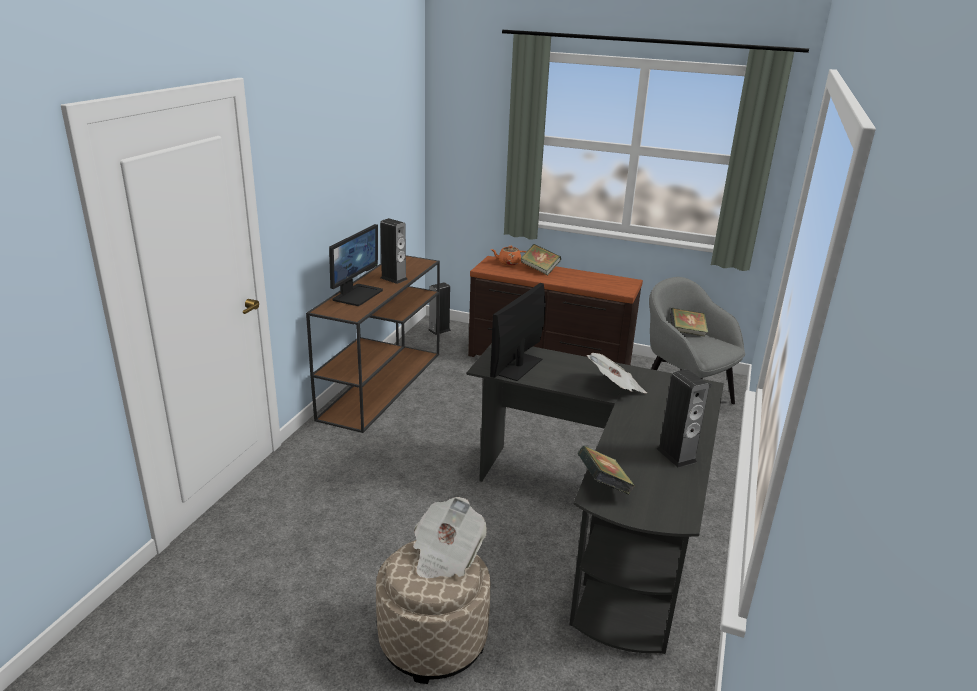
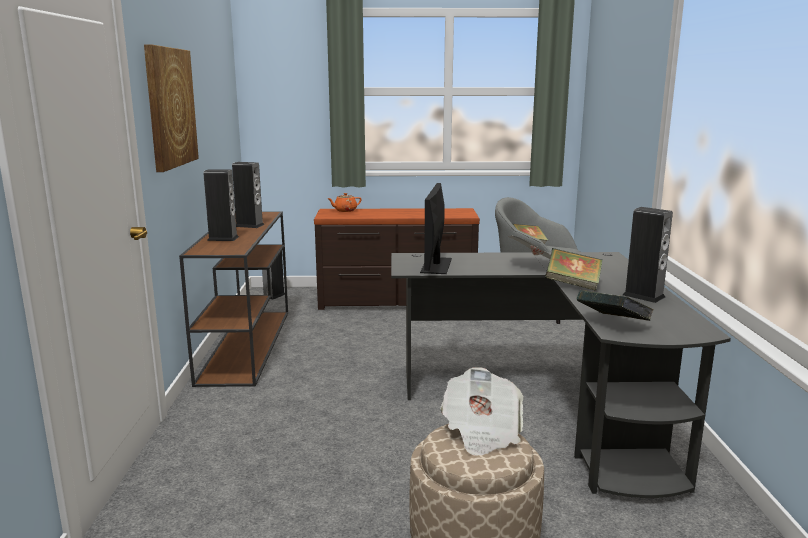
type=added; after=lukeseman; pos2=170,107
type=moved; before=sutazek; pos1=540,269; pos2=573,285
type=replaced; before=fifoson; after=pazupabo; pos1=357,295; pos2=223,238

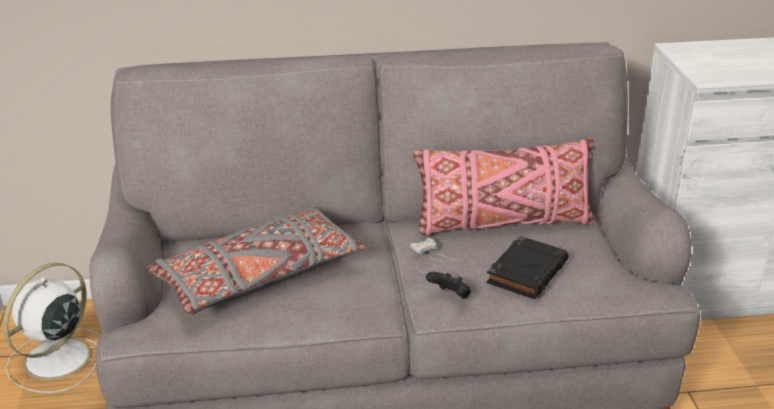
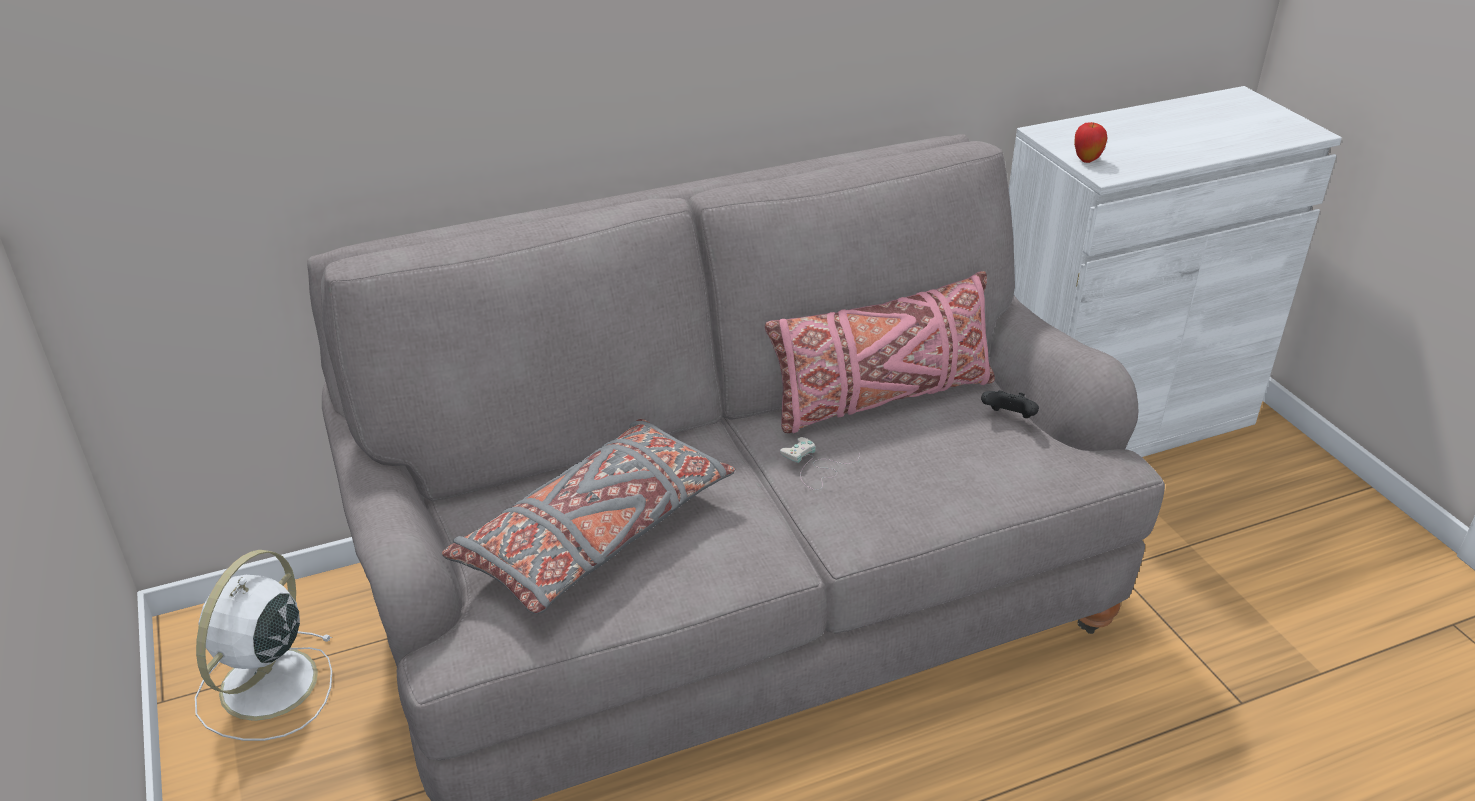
type=removed; before=black sutazek; pos1=527,272
type=added; after=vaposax; pos2=1087,160
type=moved; before=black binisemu; pos1=450,296; pos2=1008,418

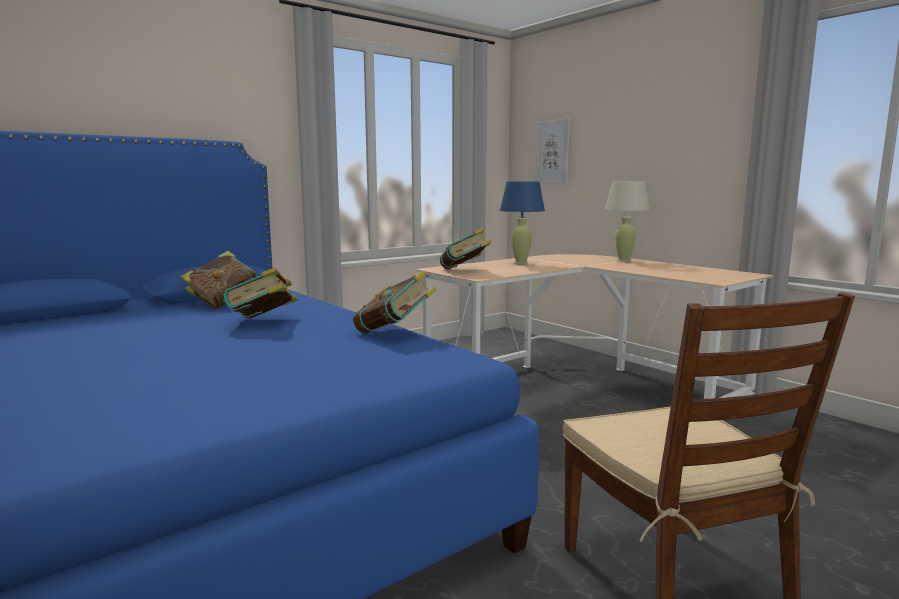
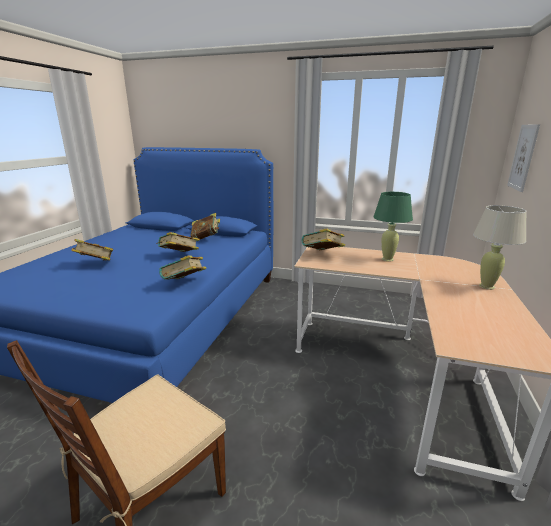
type=added; after=sutazek; pos2=95,265
type=recoloured; before=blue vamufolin; after=green vamufolin; pos1=521,263; pos2=387,259

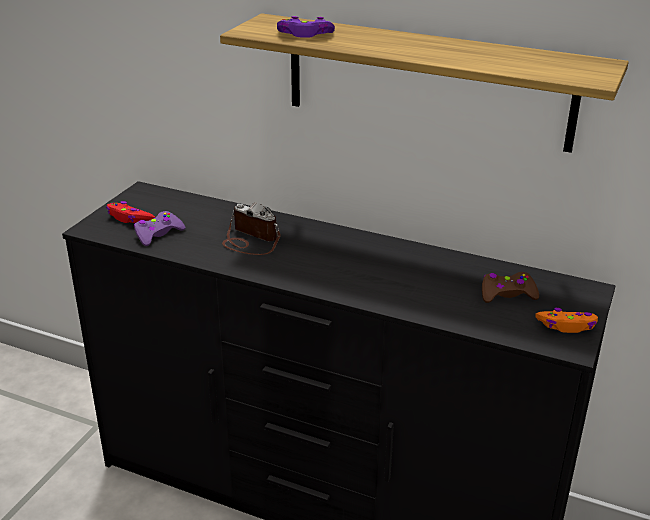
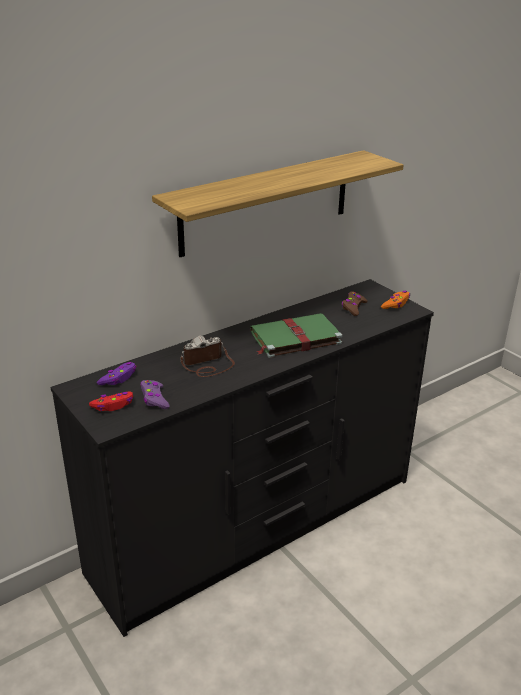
type=added; after=green sutazek; pos2=294,338
type=moved; before=purple binisemu; pos1=305,35; pos2=118,378

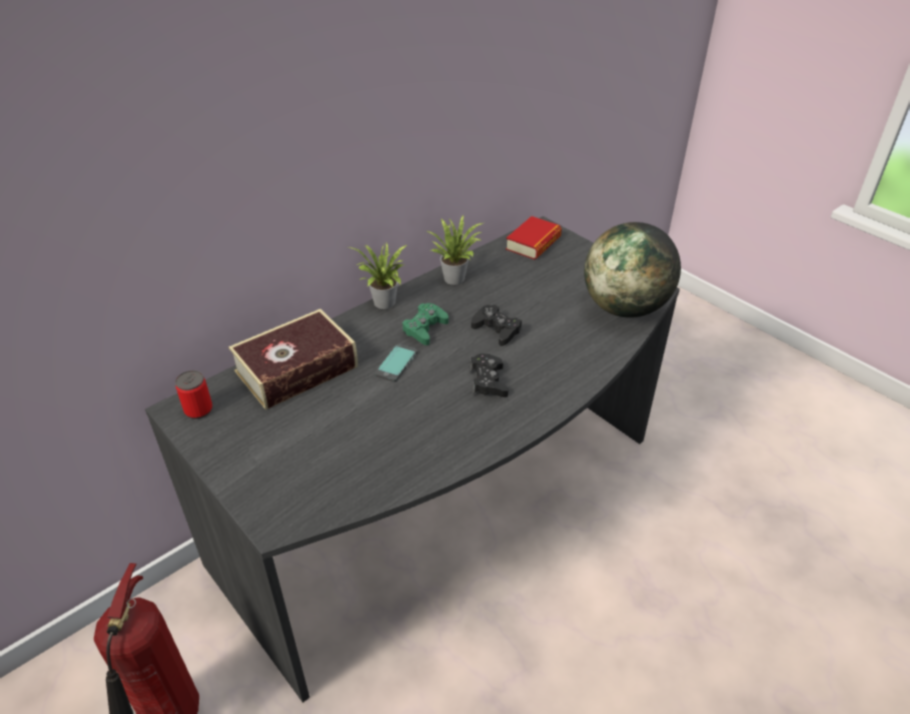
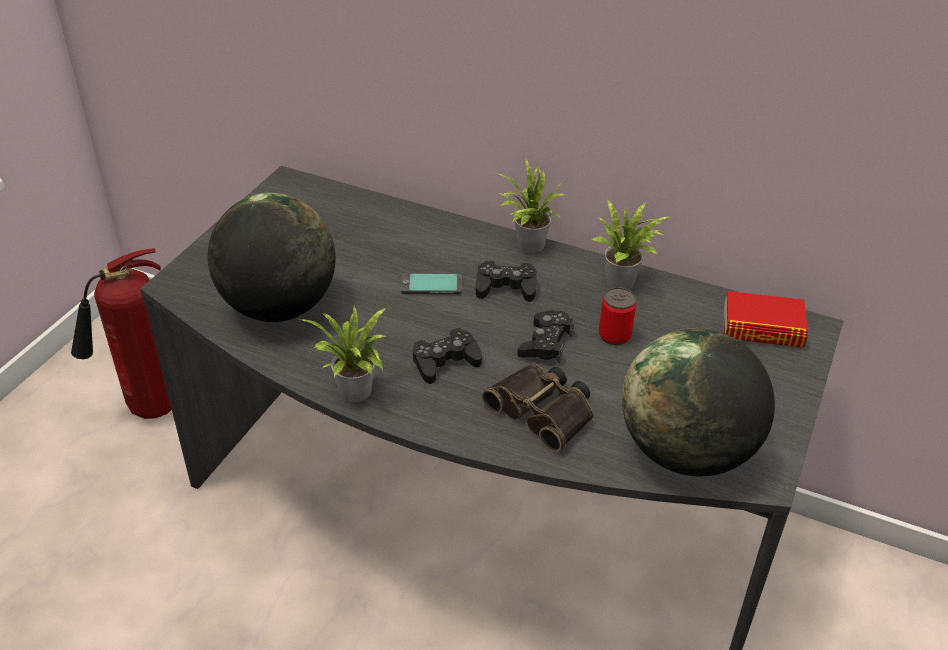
type=removed; before=sutazek; pos1=296,369
type=added; after=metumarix; pos2=279,307
type=added; after=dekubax; pos2=355,394
type=added; after=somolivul; pos2=543,411
type=moved; before=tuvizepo; pos1=198,410; pos2=614,335
type=recoloured; before=green binisemu; after=black binisemu; pos1=424,329; pos2=506,287

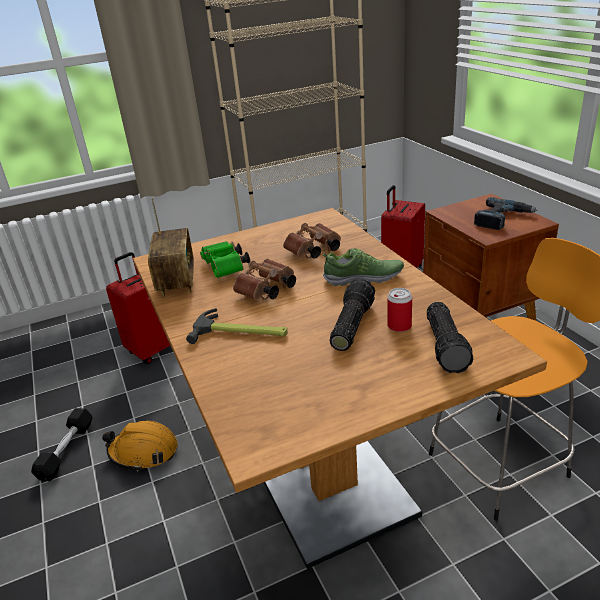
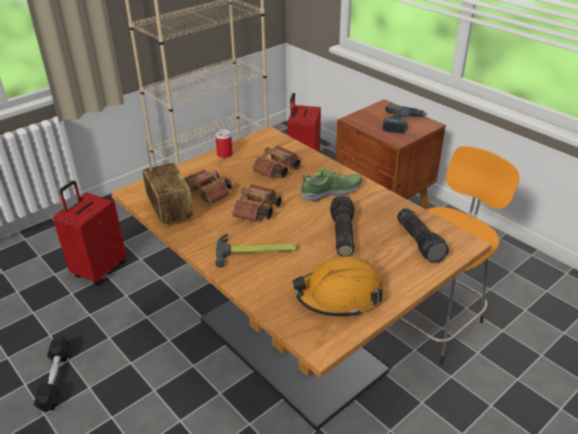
type=moved; before=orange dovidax; pos1=144,452; pos2=339,296
type=moved; before=tuvizepo; pos1=399,326; pos2=224,155
type=recoloured; before=green somolivul; after=brown somolivul; pos1=226,269; pos2=209,194

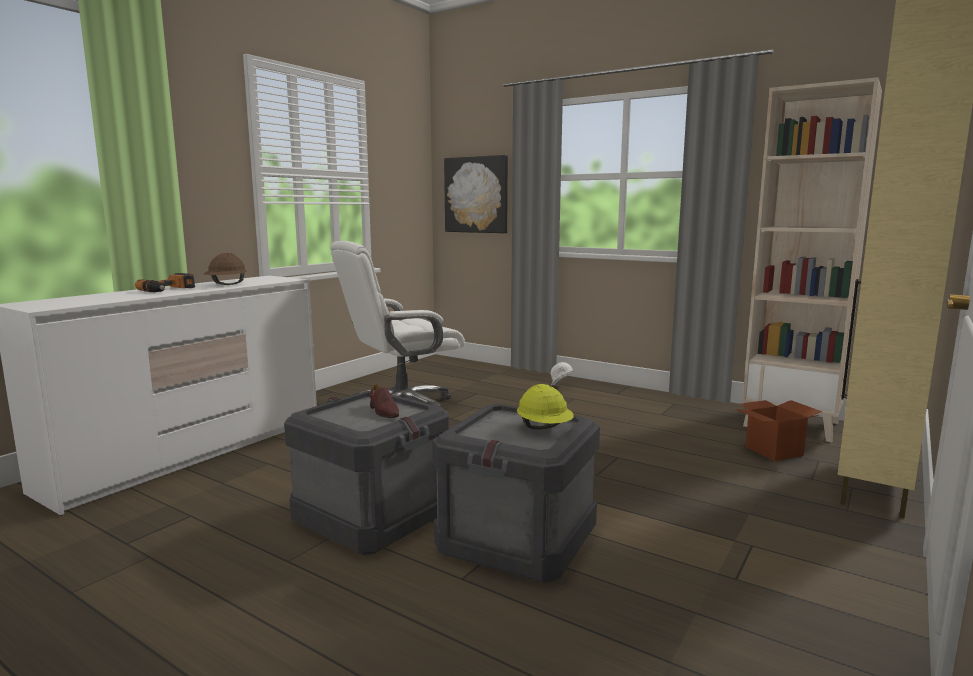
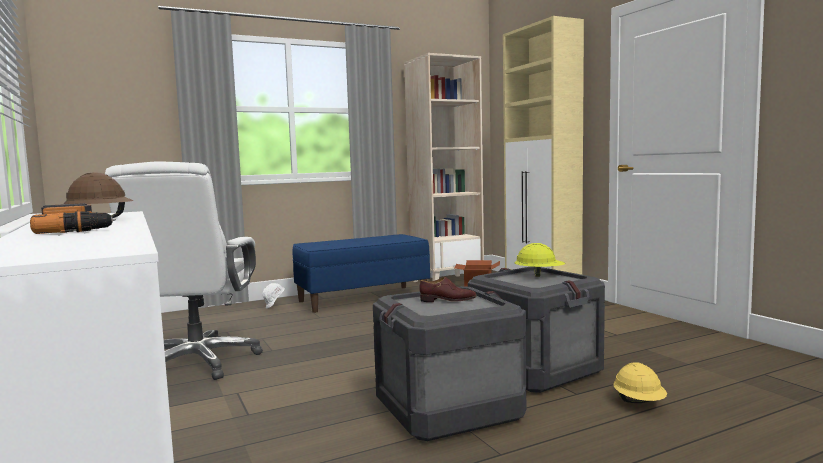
type=removed; before=lukeseman; pos1=476,195
type=added; after=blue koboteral; pos2=363,298
type=added; after=yellow dovidax; pos2=639,403

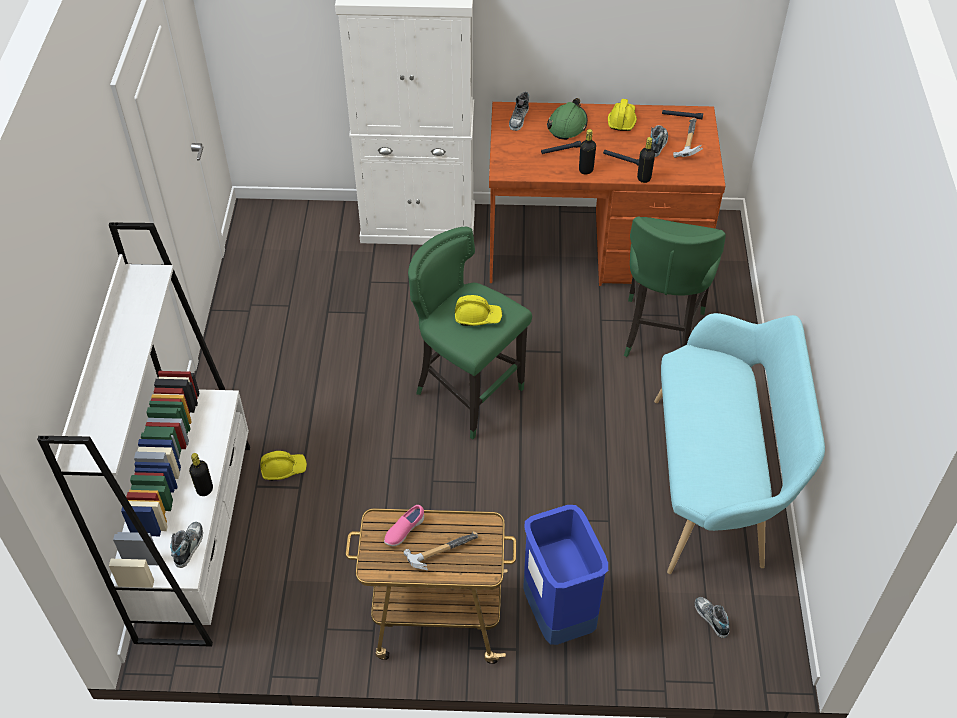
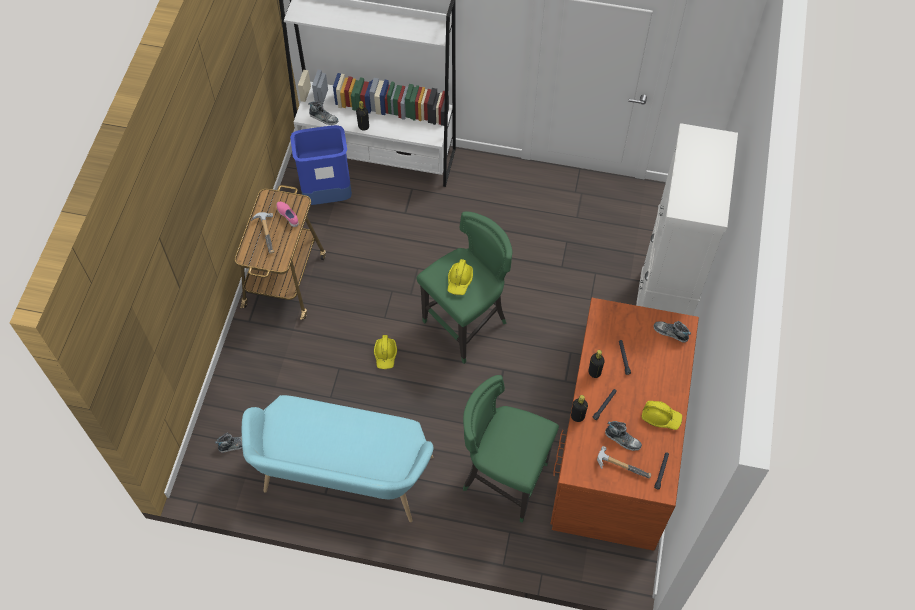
type=removed; before=green dovidax; pos1=567,125
type=moved; before=yellow dovidax; pos1=283,469; pos2=385,355
type=moved; before=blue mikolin; pos1=557,615; pos2=327,195

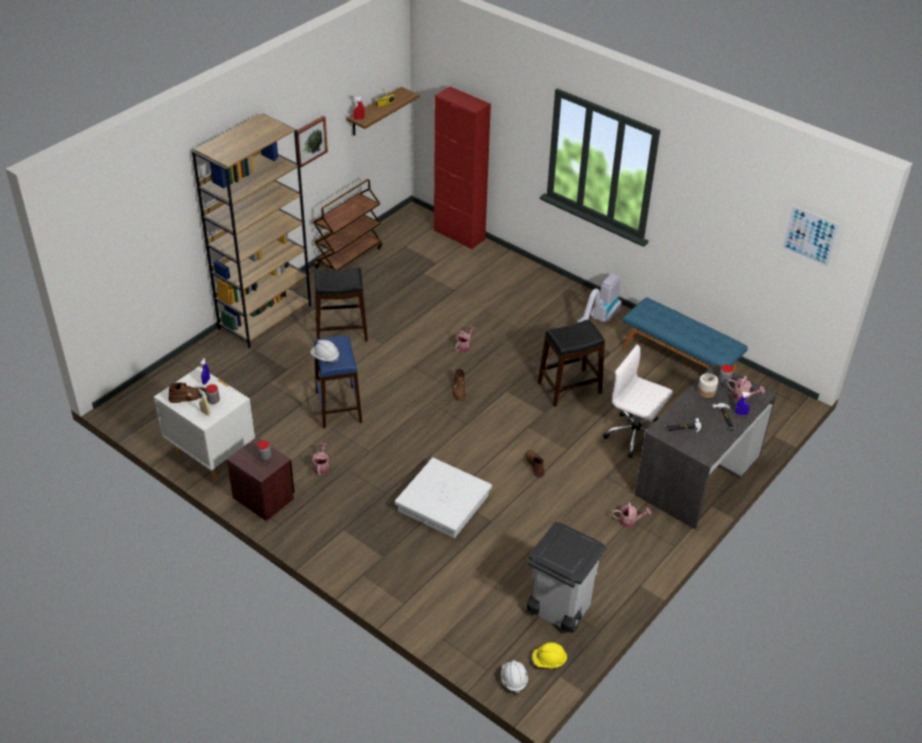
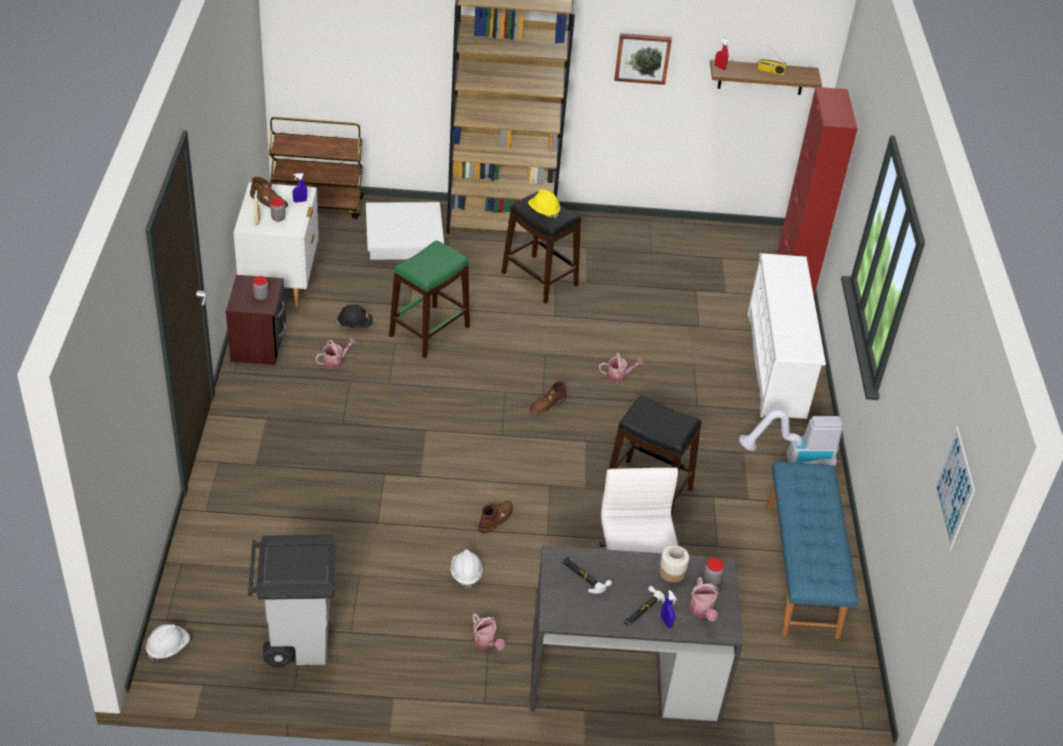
type=added; after=black dovidax; pos2=355,325
type=added; after=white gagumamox; pos2=777,365
type=moved; before=white dovidax; pos1=325,357; pos2=466,574
type=moved; before=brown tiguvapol; pos1=348,257; pos2=318,205
type=moved; before=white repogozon; pos1=443,503; pos2=404,237
type=moved; before=yellow dovidax; pos1=549,661; pos2=543,211
type=recoloured; before=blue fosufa; after=green fosufa; pos1=338,407; pos2=429,331

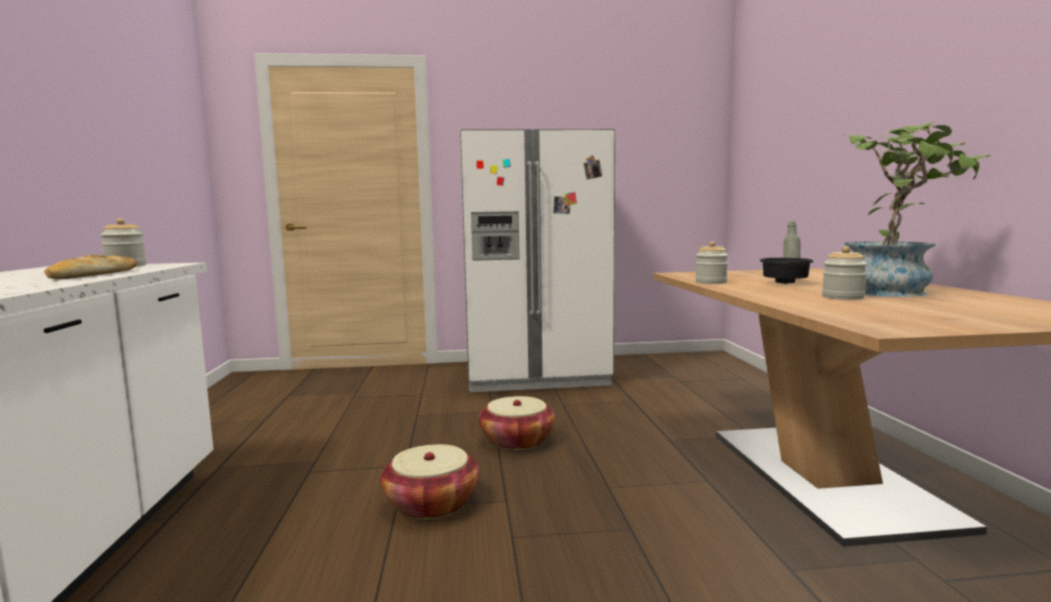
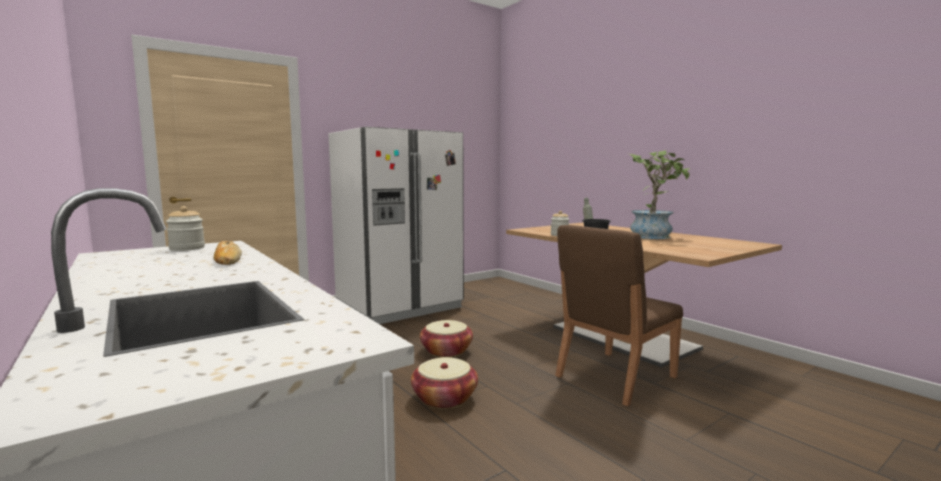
type=removed; before=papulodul; pos1=842,297
type=added; after=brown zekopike; pos2=614,376

